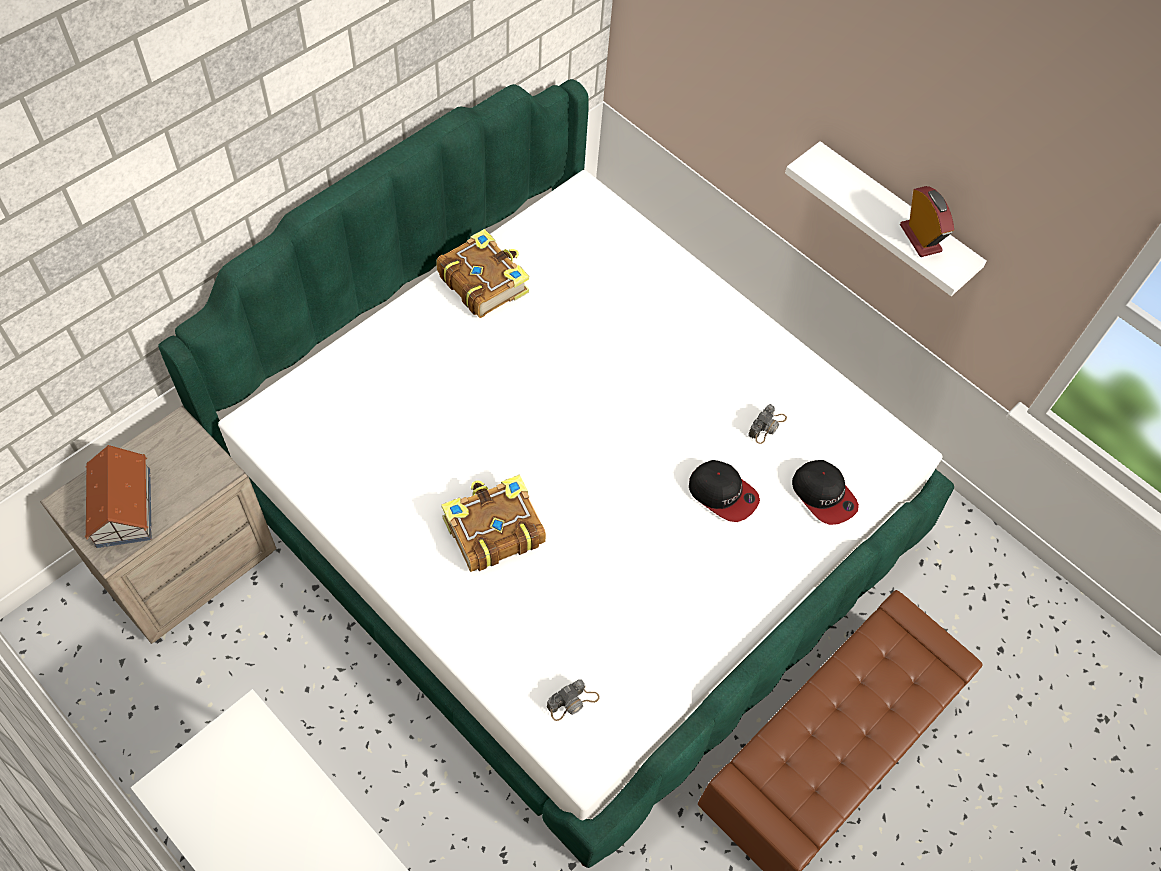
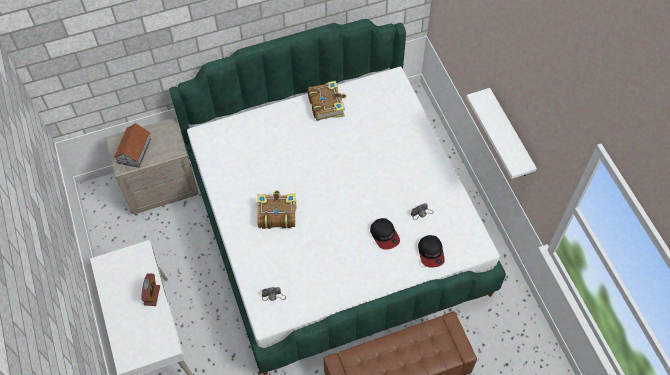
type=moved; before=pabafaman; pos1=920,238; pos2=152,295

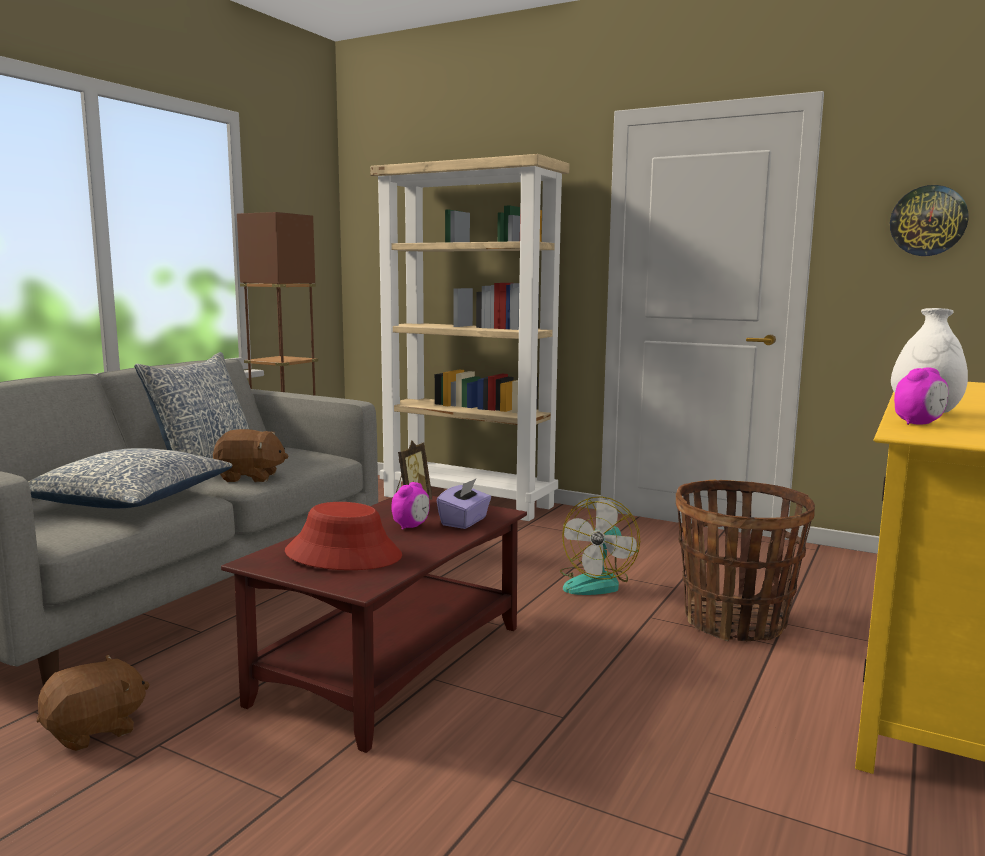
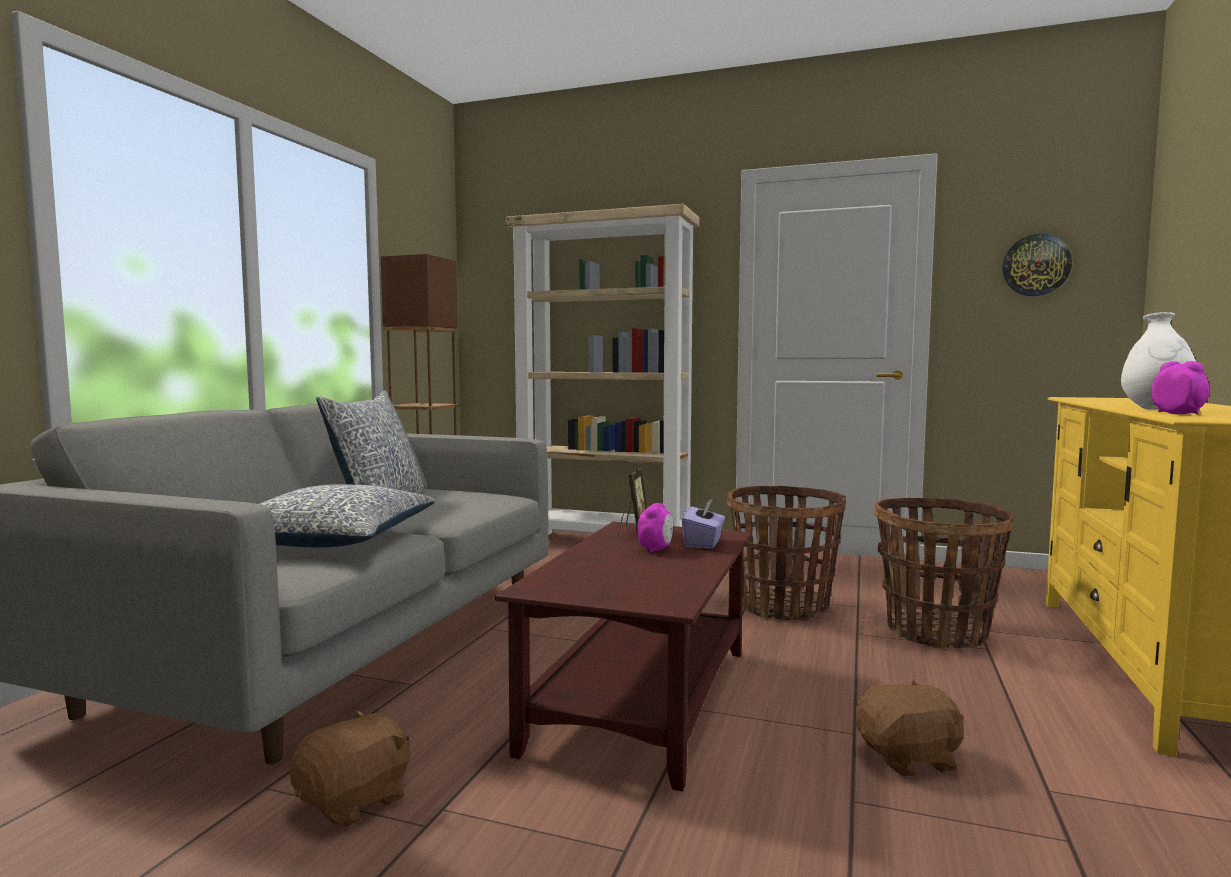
type=removed; before=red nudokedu; pos1=344,554
type=moved; before=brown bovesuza; pos1=250,477; pos2=909,758
type=replaced; before=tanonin; after=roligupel; pos1=597,582; pos2=783,607
type=turned; before=pabafaman; pos1=919,424; pos2=1178,414; turn=-75

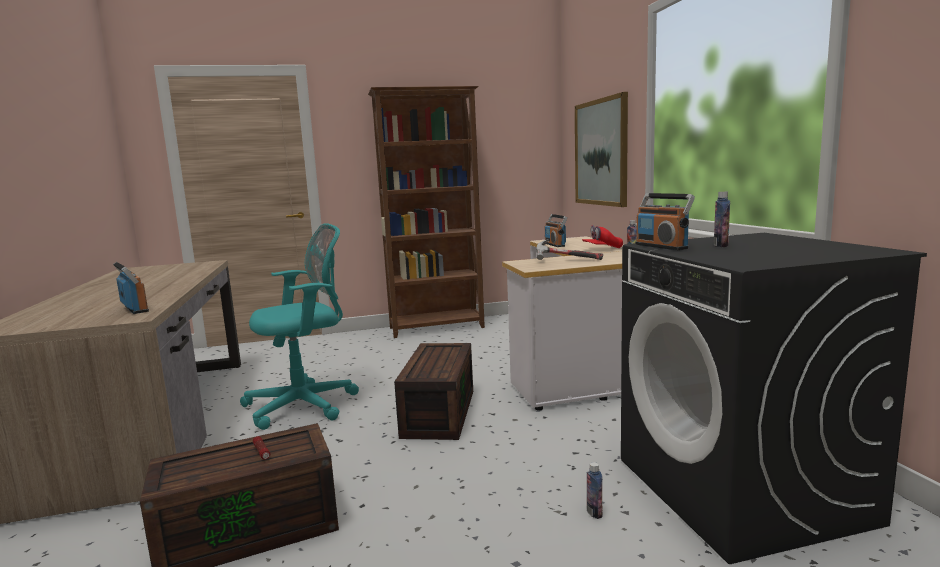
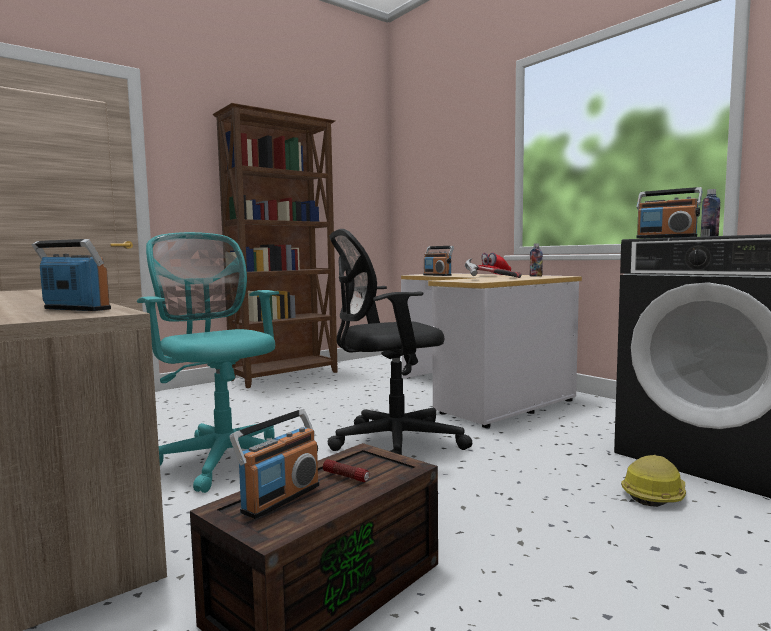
type=removed; before=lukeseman; pos1=601,152
type=added; after=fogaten; pos2=280,498
type=replaced; before=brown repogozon; after=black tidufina; pos1=438,412; pos2=391,442
type=replaced; before=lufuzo; after=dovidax; pos1=594,513; pos2=654,494
type=turned; before=turquoise tidufina; pos1=306,405; pos2=222,457; turn=-75

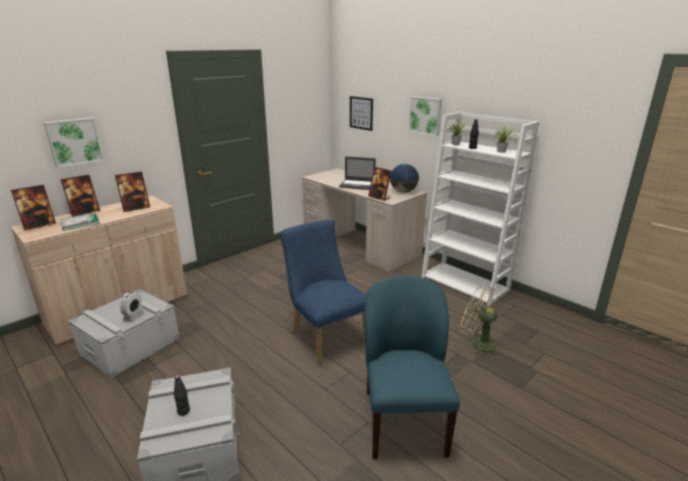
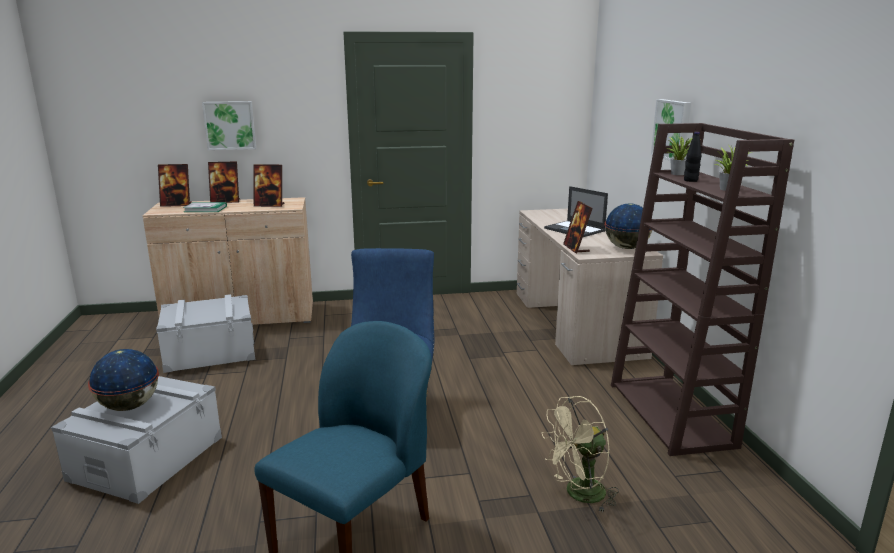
type=removed; before=pabafaman; pos1=133,316
type=removed; before=lukeseman; pos1=361,113
type=replaced; before=black lufuzo; after=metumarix; pos1=183,411; pos2=129,406
type=recoloured; before=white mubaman; after=brown mubaman; pos1=465,283; pos2=672,415
type=turned; before=beige tanonin; pos1=477,343; pos2=578,495; turn=-90

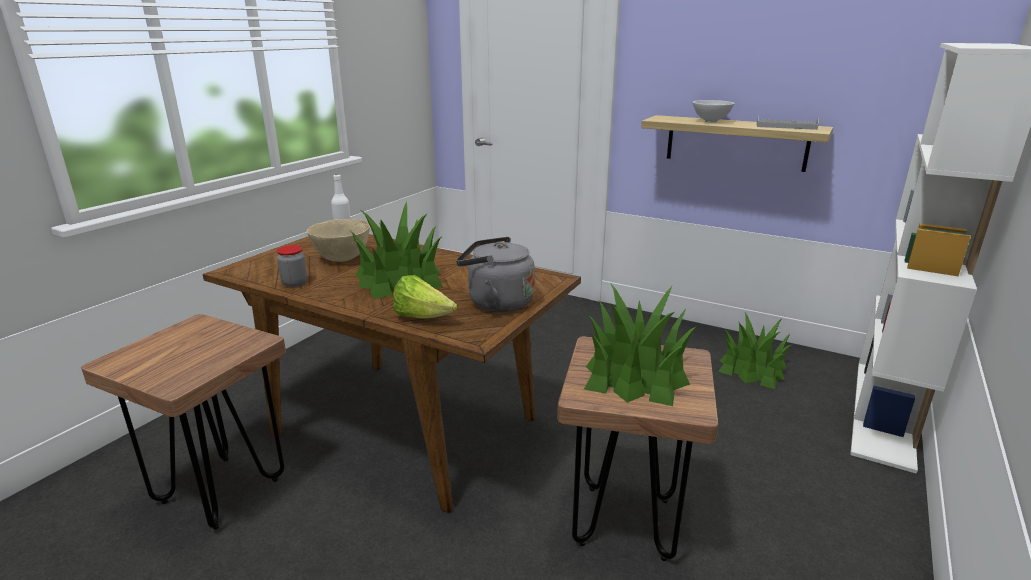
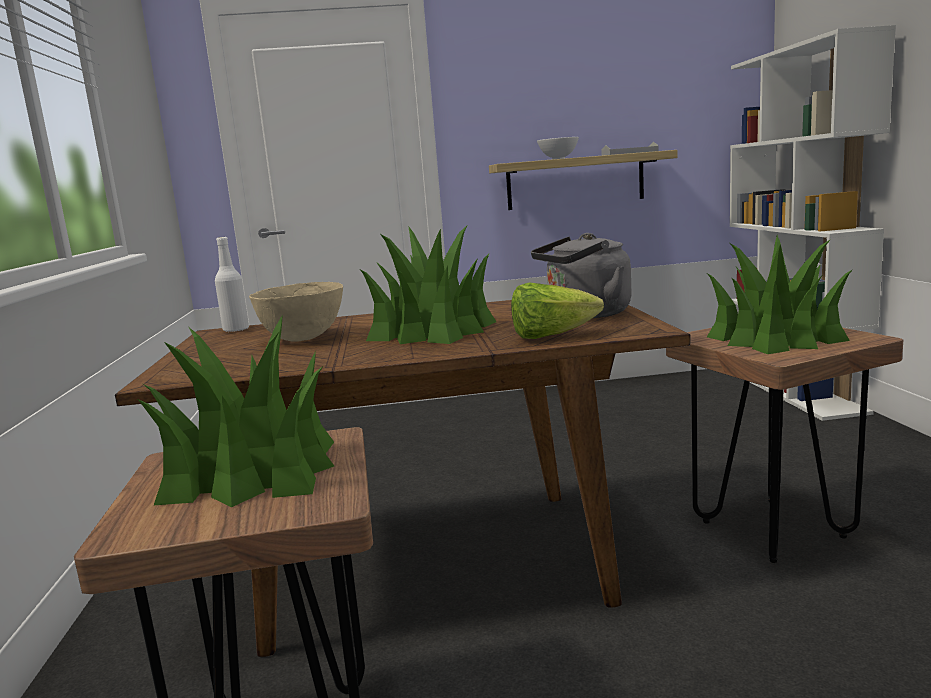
type=removed; before=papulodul; pos1=294,283
type=moved; before=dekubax; pos1=752,369; pos2=251,471

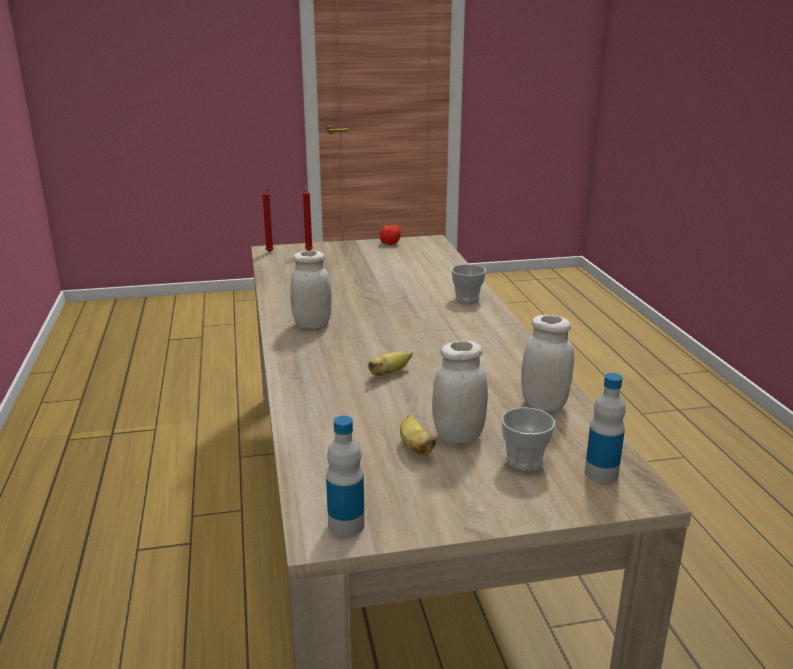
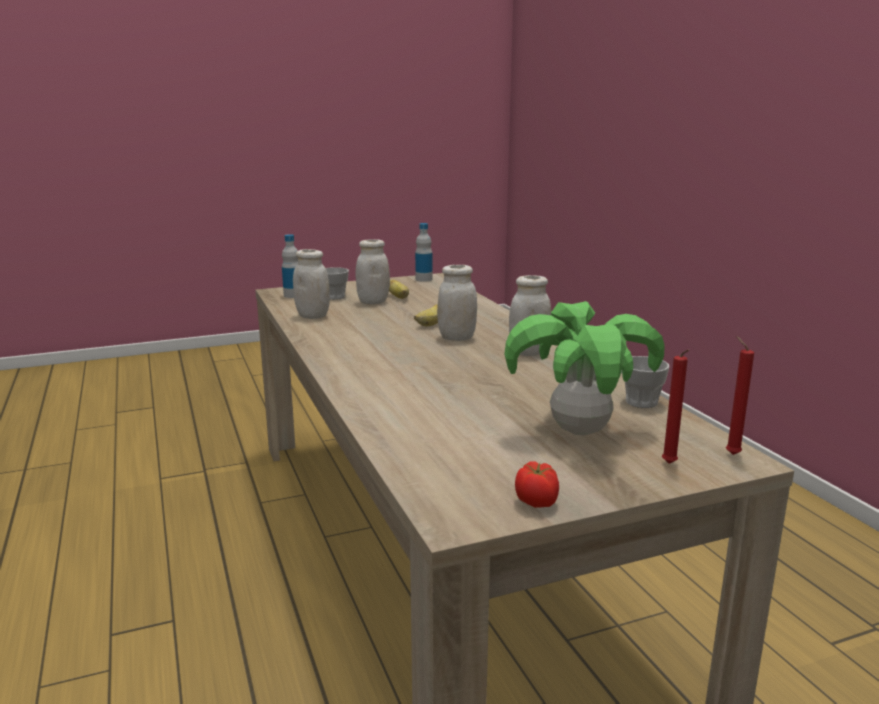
type=added; after=white papulodul; pos2=456,338
type=added; after=dekubax; pos2=580,431
type=moved; before=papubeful; pos1=467,298; pos2=641,402

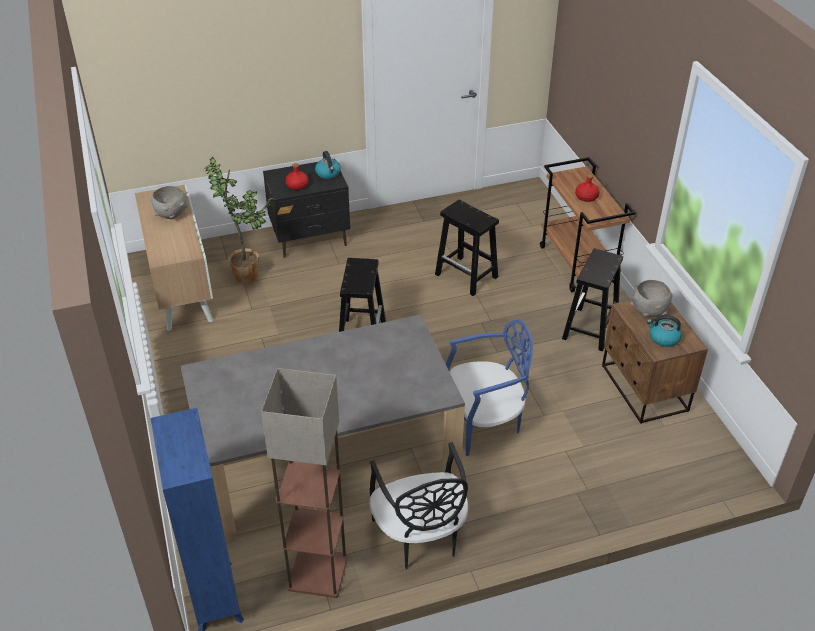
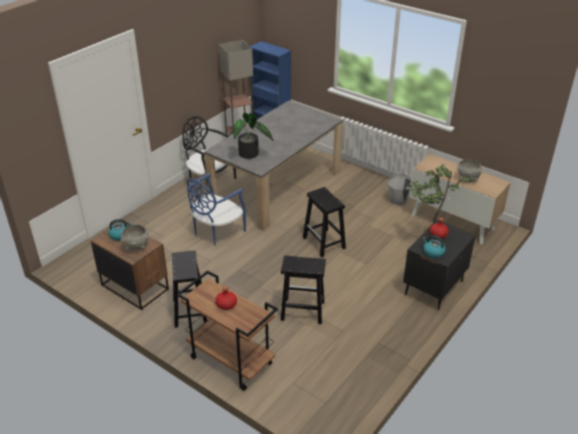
type=added; after=dekubax; pos2=250,155
type=added; after=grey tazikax; pos2=398,200

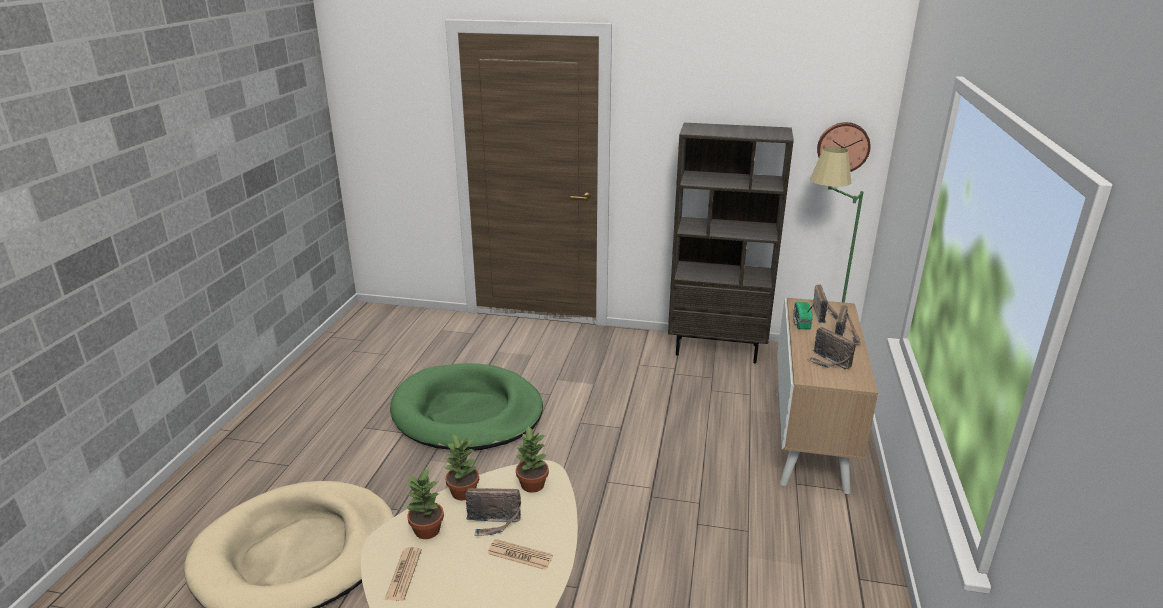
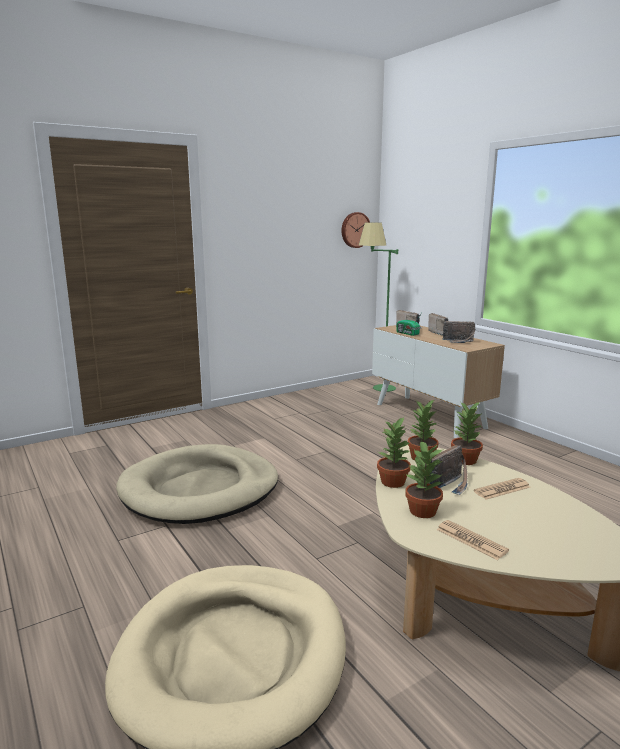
type=removed; before=brown mubaman; pos1=717,349
type=added; after=dekubax; pos2=466,460
type=recoloured; before=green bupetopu; after=beige bupetopu; pos1=467,413; pos2=200,489

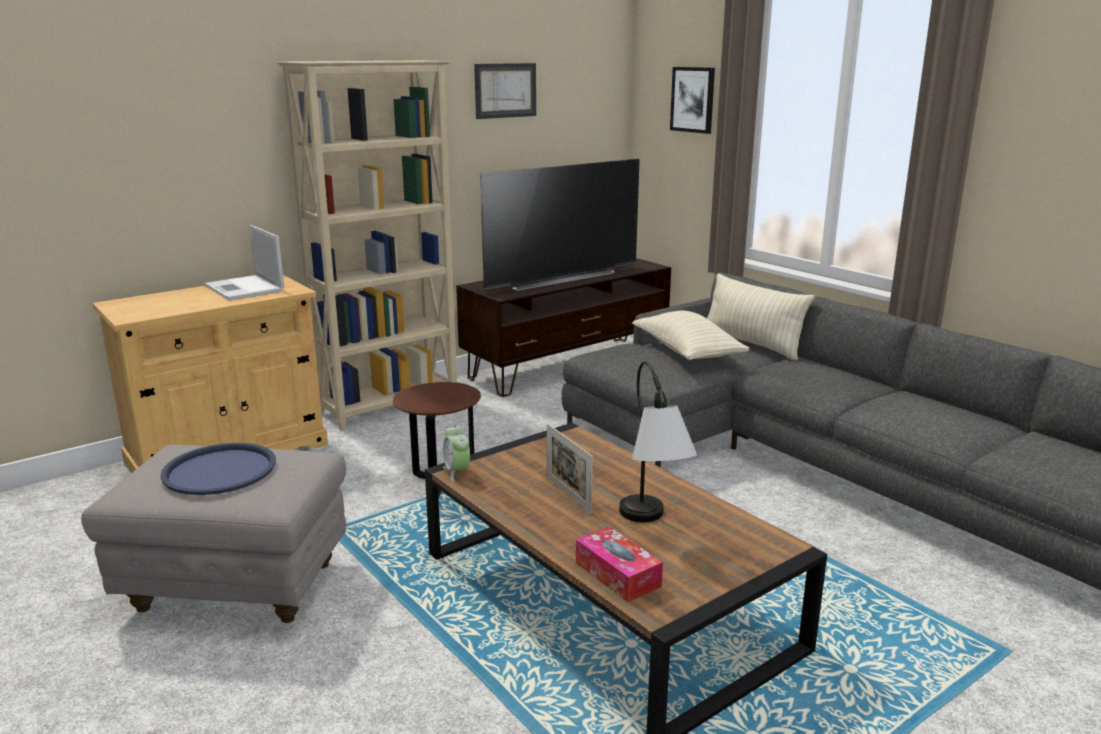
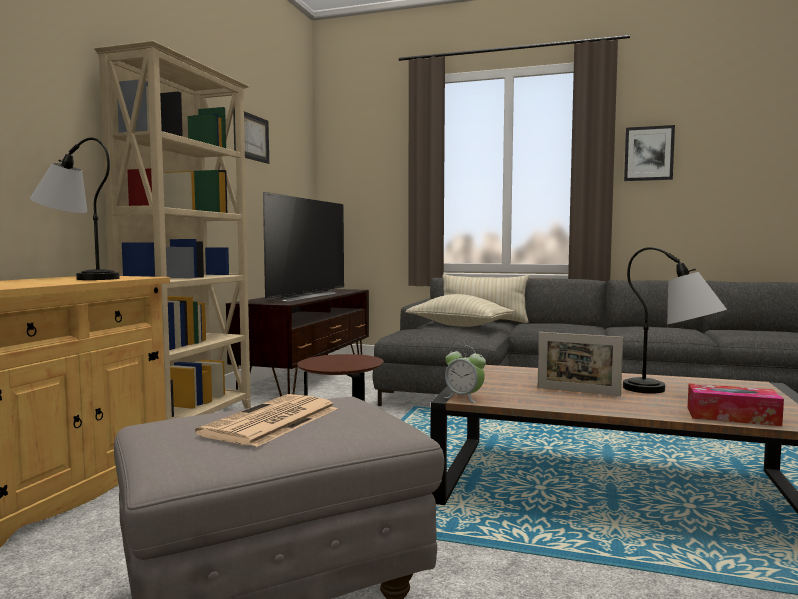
type=moved; before=lukeseman; pos1=693,99; pos2=648,153
type=replaced; before=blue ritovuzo; after=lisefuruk; pos1=220,470; pos2=271,422
type=replaced; before=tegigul; after=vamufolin; pos1=245,289; pos2=77,278

